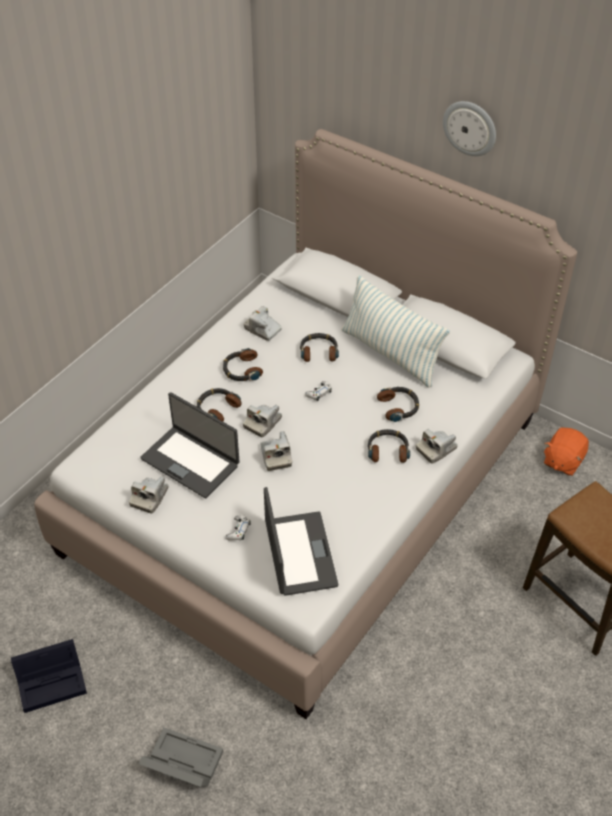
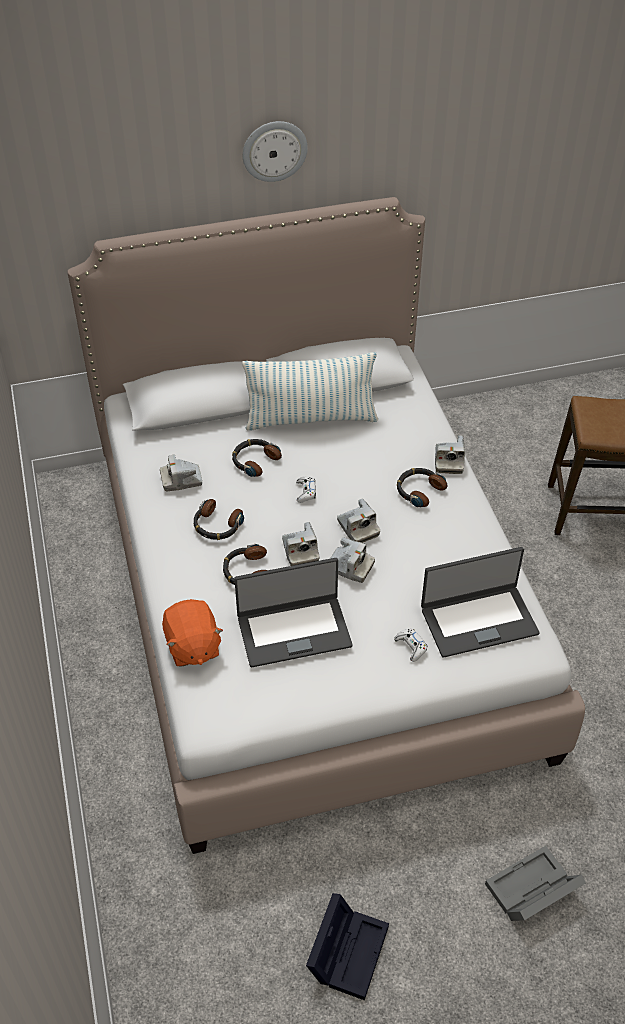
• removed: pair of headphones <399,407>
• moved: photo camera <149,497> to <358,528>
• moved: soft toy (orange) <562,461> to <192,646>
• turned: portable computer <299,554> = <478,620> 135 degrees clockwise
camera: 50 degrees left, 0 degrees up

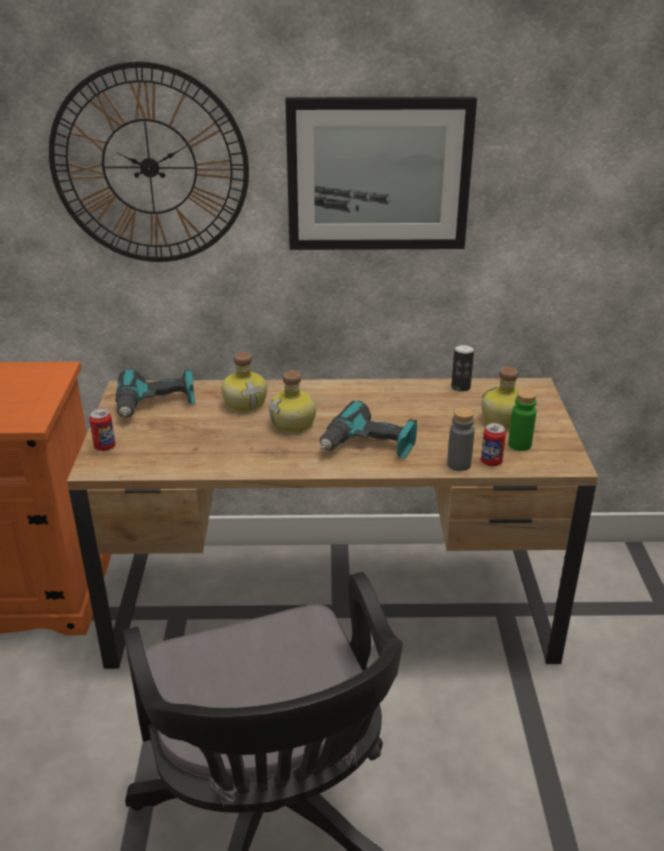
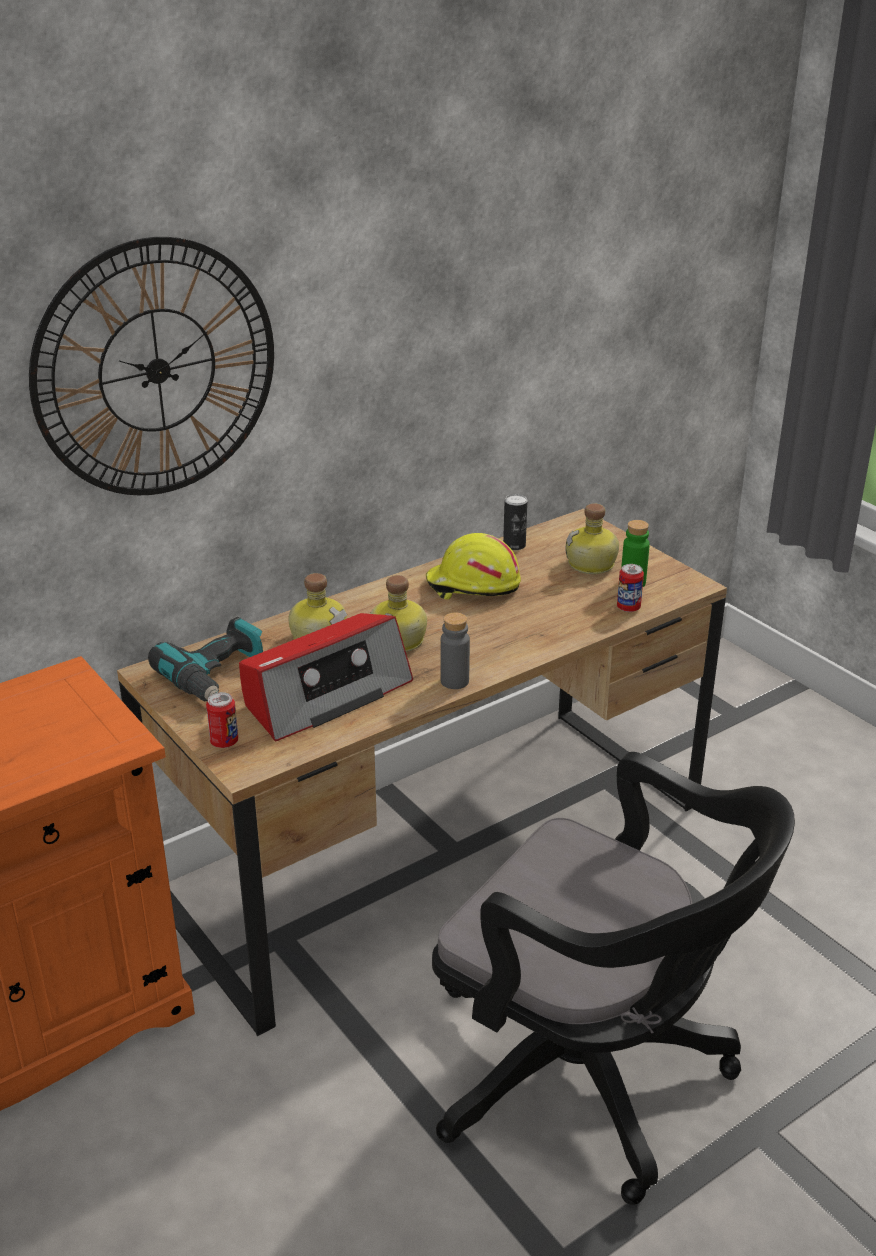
• removed: wall art <378,174>
• removed: drill <368,446>
• added: radio receiver <325,694>
• added: hard hat (yellow-coloured) <472,586>
• moved: drink bottle (greyish) <459,464> to <454,681>
camera: 35 degrees left, 0 degrees up

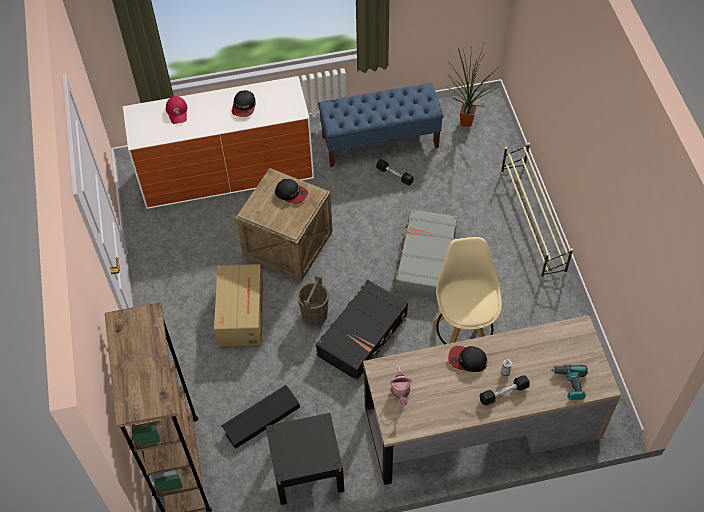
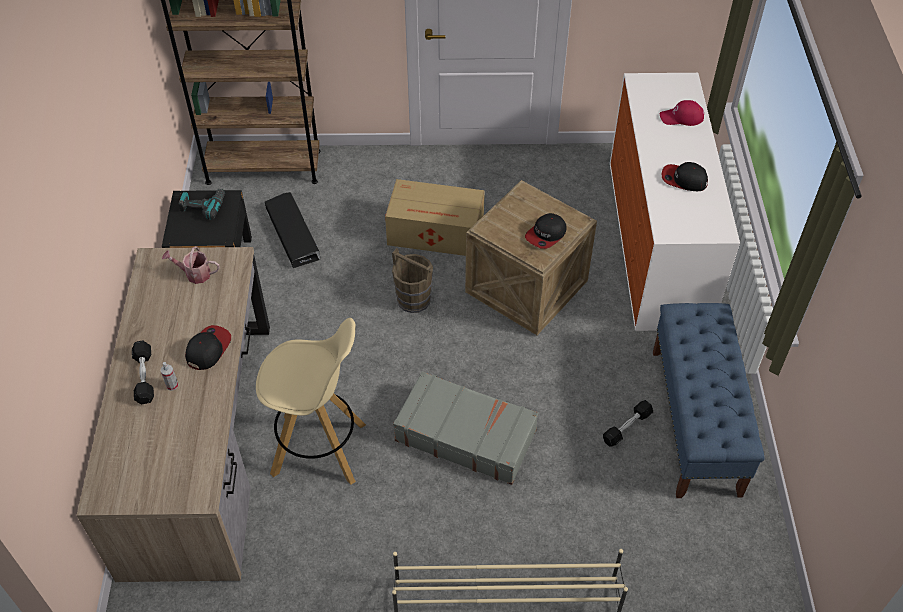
• removed: suitcase (blackish) <363,335>
• removed: potted plant <465,124>
• moved: drill <570,384> to <203,206>
camera: 100 degrees right, 5 degrees down

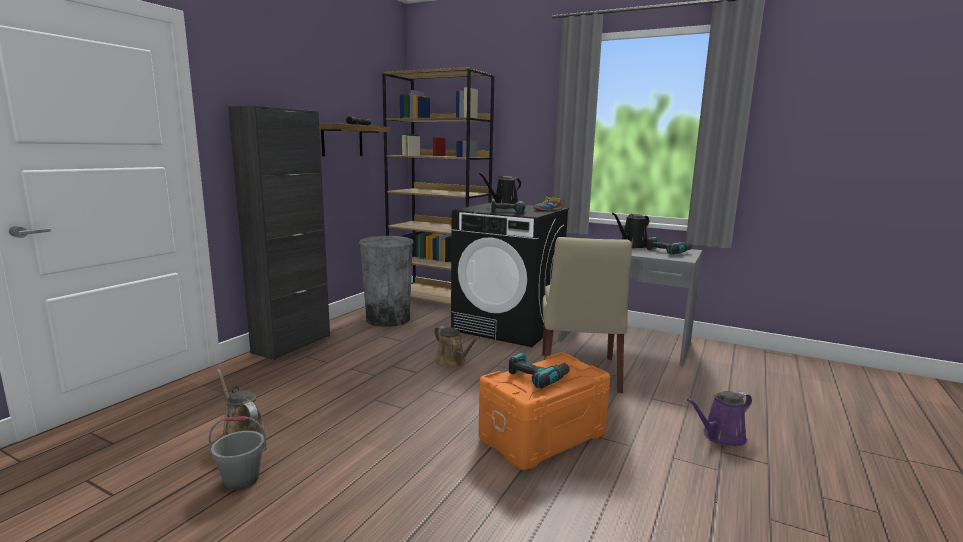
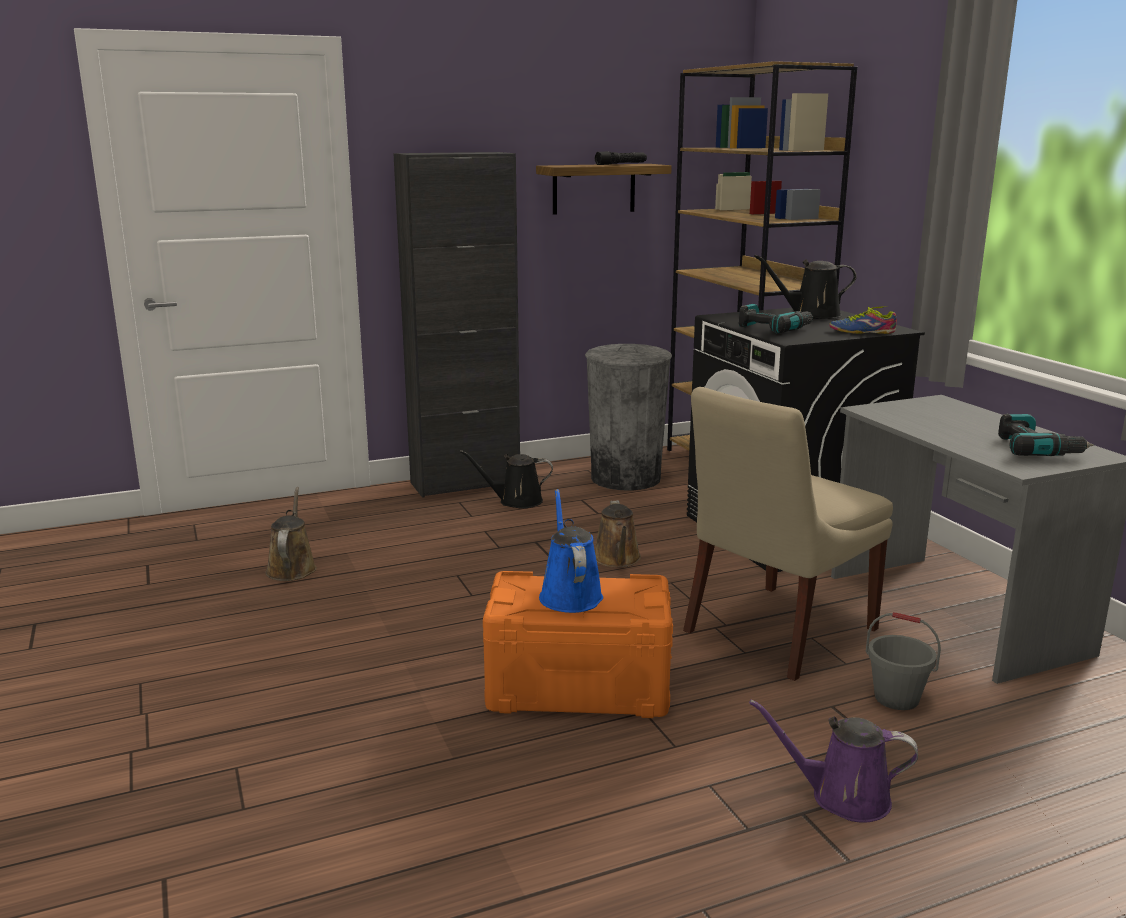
• moved: water bucket (greyish) <241,479> to <896,698>
• moved: sprinkling can (blackish) <632,246> to <516,501>
• replaced: drill <538,377> to sprinkling can (bluish) <569,595>
camera: 40 degrees right, 5 degrees up

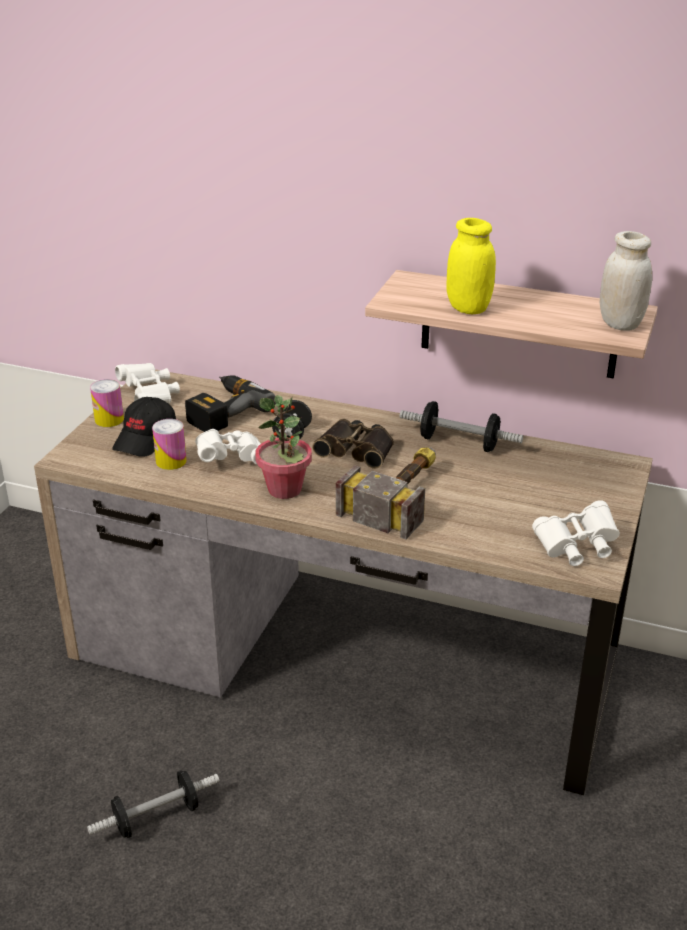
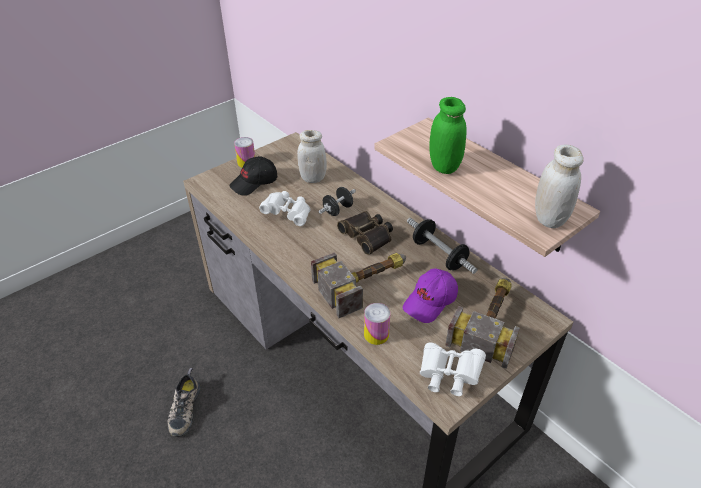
• removed: pair of binoculars (whitish) <150,396>
• removed: potted plant <285,489>
• added: cap (purple-coloured) <430,302>
• added: hand hammer <490,321>
• moved: metal can <171,461> to <376,334>
• replaced: dumbbell <156,817> to item of footwear <184,408>
• replaced: drill <223,411> to jar (whitish) <313,178>
• recoloured: jar (yellow-coloured) <468,308> to jar (green-coloured) <444,166>
camera: 30 degrees right, 10 degrees up

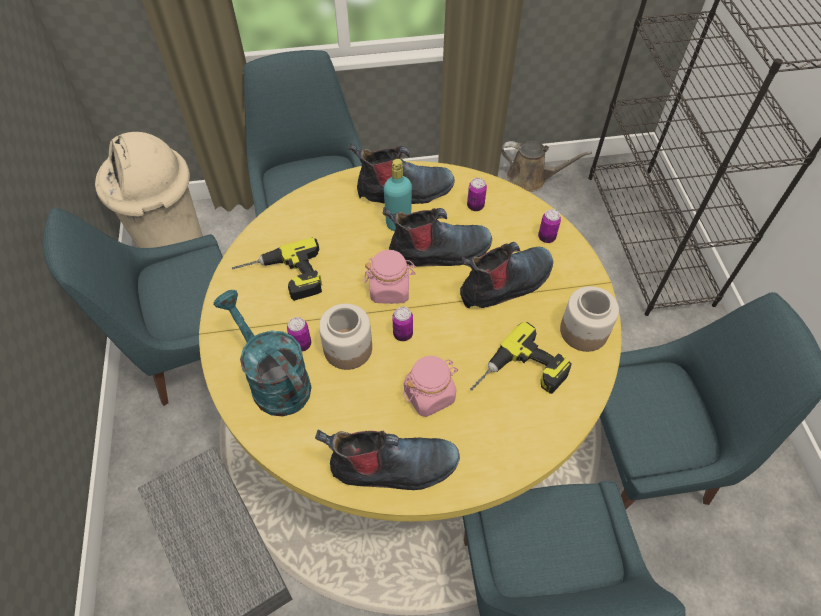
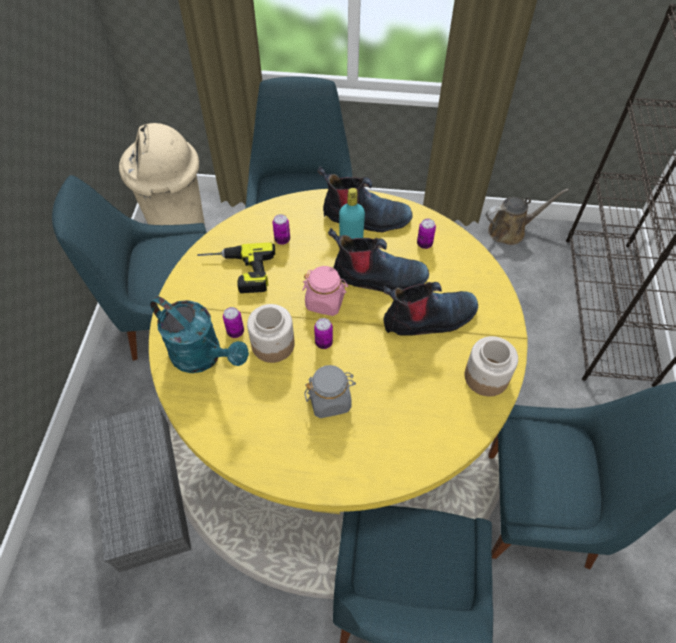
• removed: boot <392,467>
• removed: drill <520,376>
• moved: metal can <546,237> to <282,240>
• recoloured: jar (pink) <429,395> to jar (greyish) <330,400>
• turned: sprinkling can (turquoise) <274,380> = <203,356> 150 degrees clockwise
• turned: sprinkling can (brown-coloured) <531,179> = <510,230> 45 degrees counterclockwise
camera: 15 degrees right, 0 degrees up

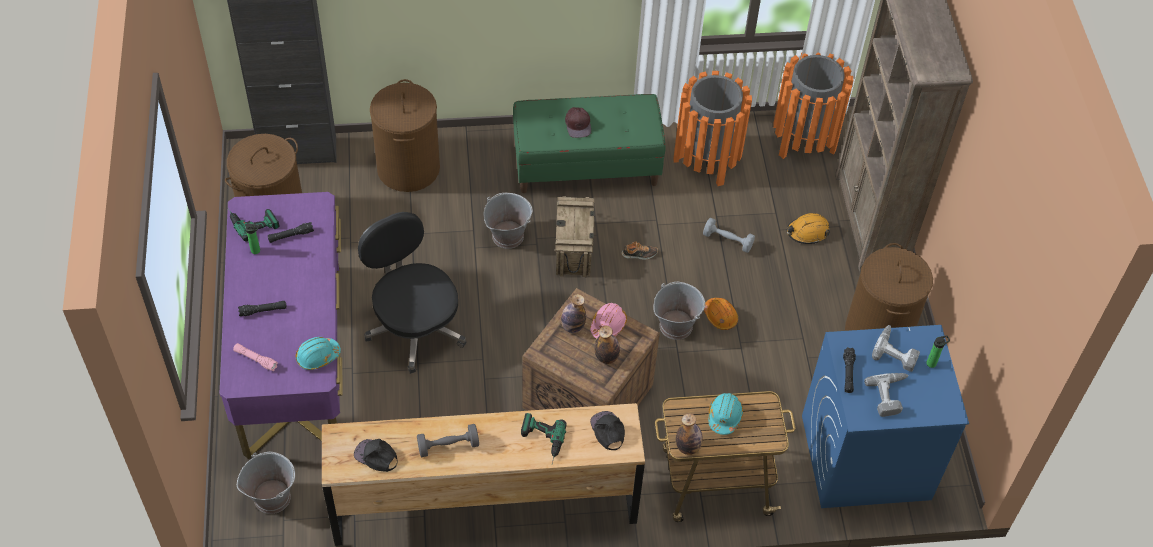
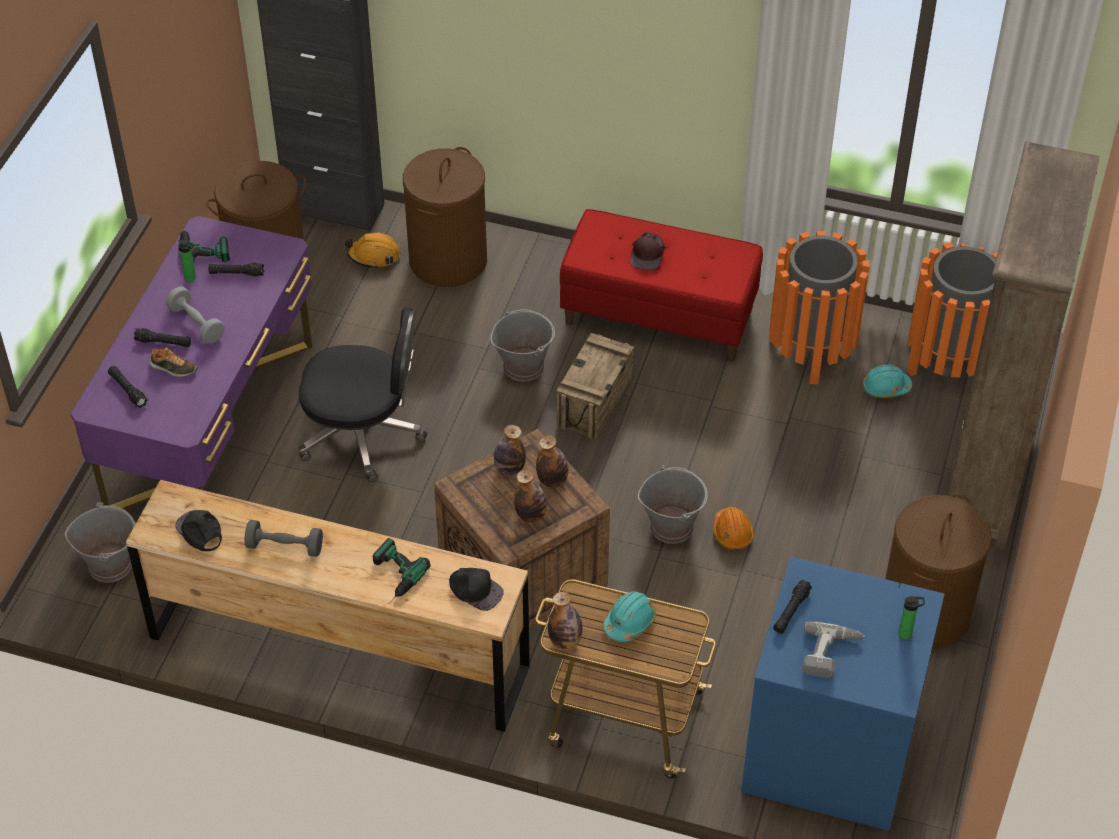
• removed: drill <896,351>
• moved: hard hat (turquoise) <317,356> to <885,387>
• moved: item of footwear <639,254> to <173,368>
• moved: dumbbell (greyish) <727,241> to <196,323>
• moved: hard hat (orange) <807,232> to <374,255>
• replaced: hard hat (pink) <608,325> to drink bottle <552,480>
• recoloured: hand torch (pink) <255,359> to hand torch (blackish) <127,390>
• recoloured: indoor bench (green-coloured) <586,166> to indoor bench (red) <659,316>
• turned: computer chair (blackish) <415,327> = <363,434> 105 degrees clockwise
• turned: cap (blackish) <607,431> = <475,590> 120 degrees clockwise
camera: 25 degrees right, 5 degrees down

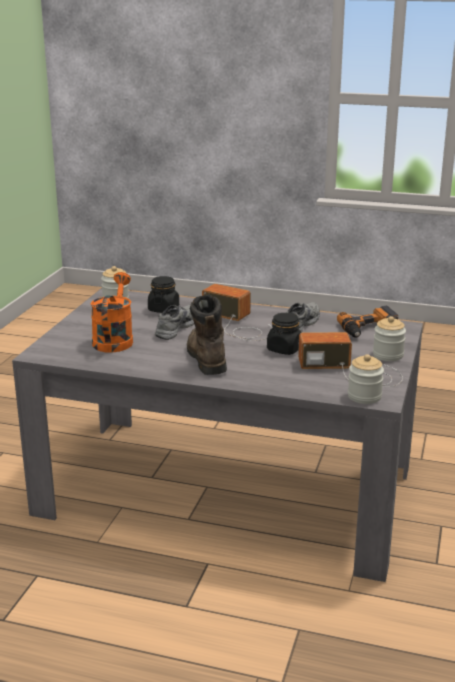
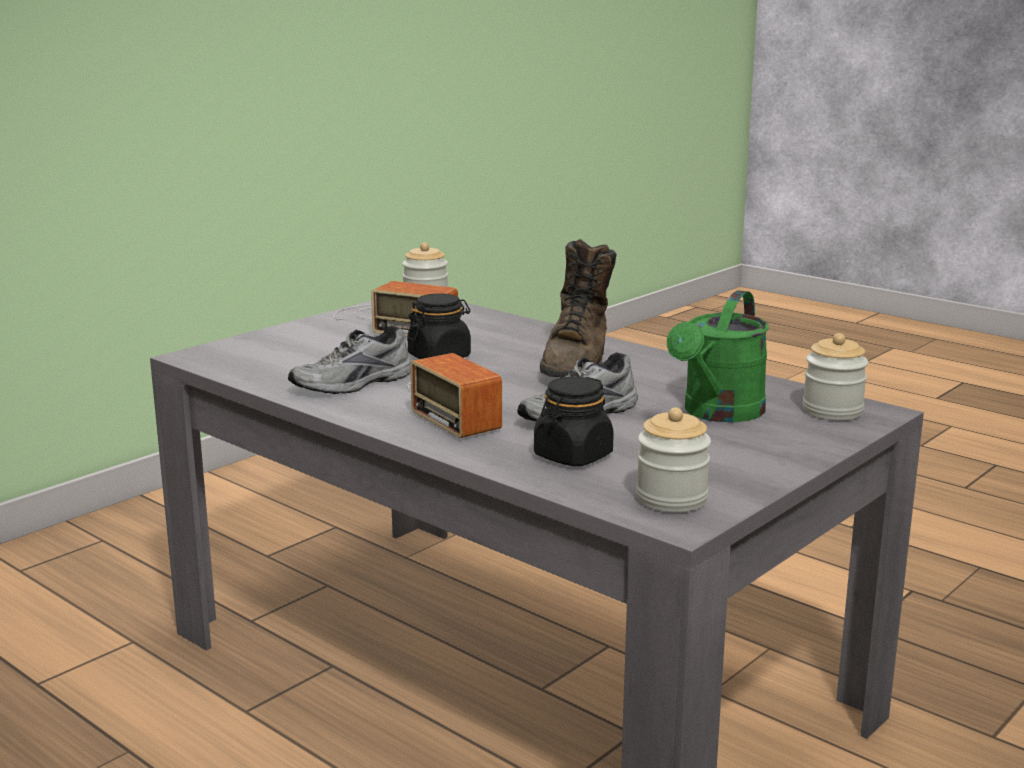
• removed: drill <369,329>
• moved: jar <388,355> to <832,411>
• recoloured: sprinkling can (orange) <114,339> to sprinkling can (green-coloured) <718,413>
camera: 155 degrees left, 5 degrees down

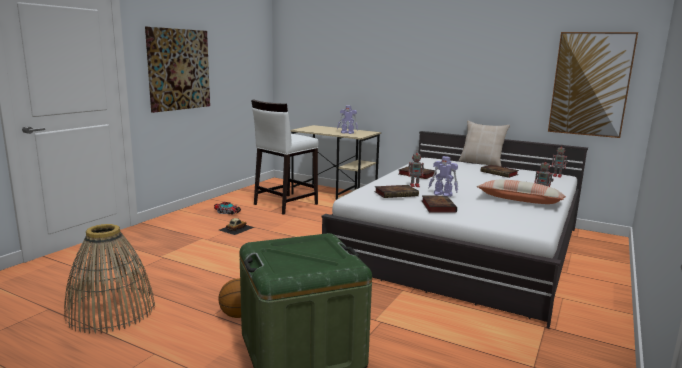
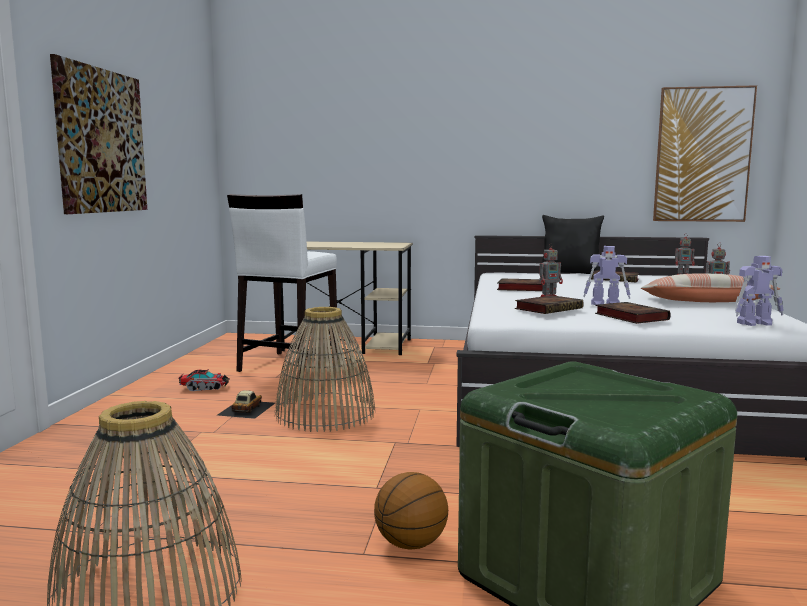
• added: storage basket <325,414>
• moved: toy robot <347,133> to <756,323>
• recoloured: pillow (beige-coloured) <481,163> to pillow (blackish) <570,272>
camera: 20 degrees left, 5 degrees down

